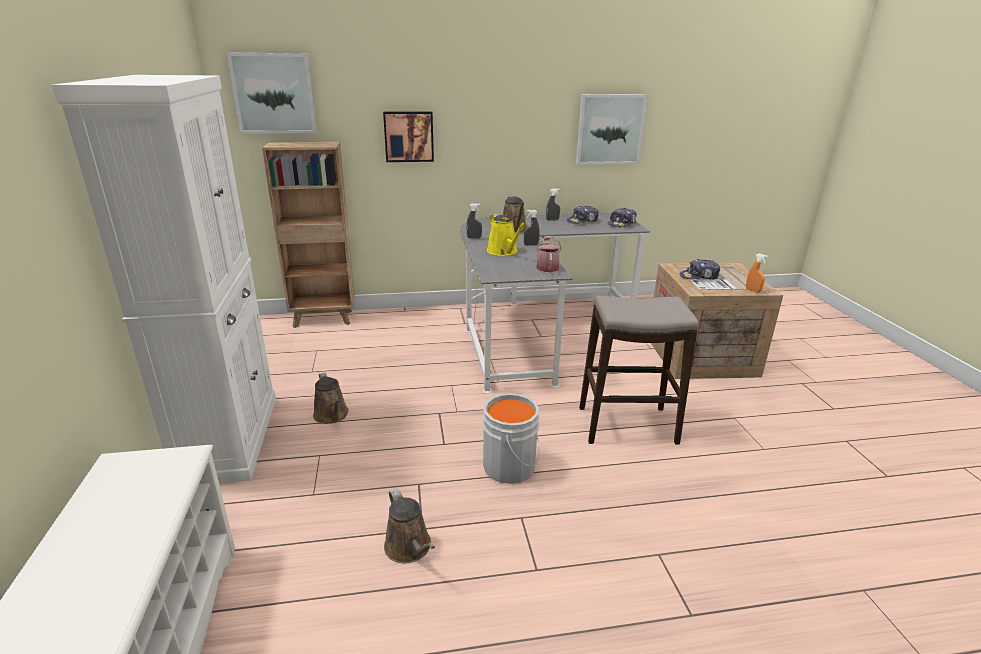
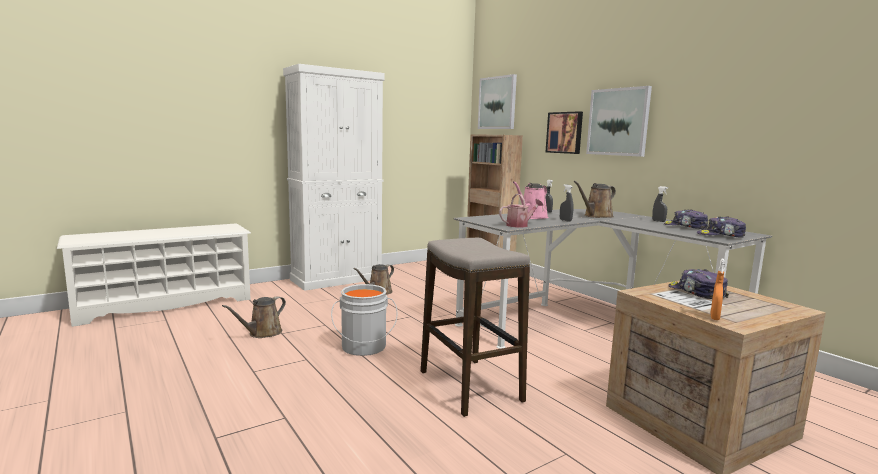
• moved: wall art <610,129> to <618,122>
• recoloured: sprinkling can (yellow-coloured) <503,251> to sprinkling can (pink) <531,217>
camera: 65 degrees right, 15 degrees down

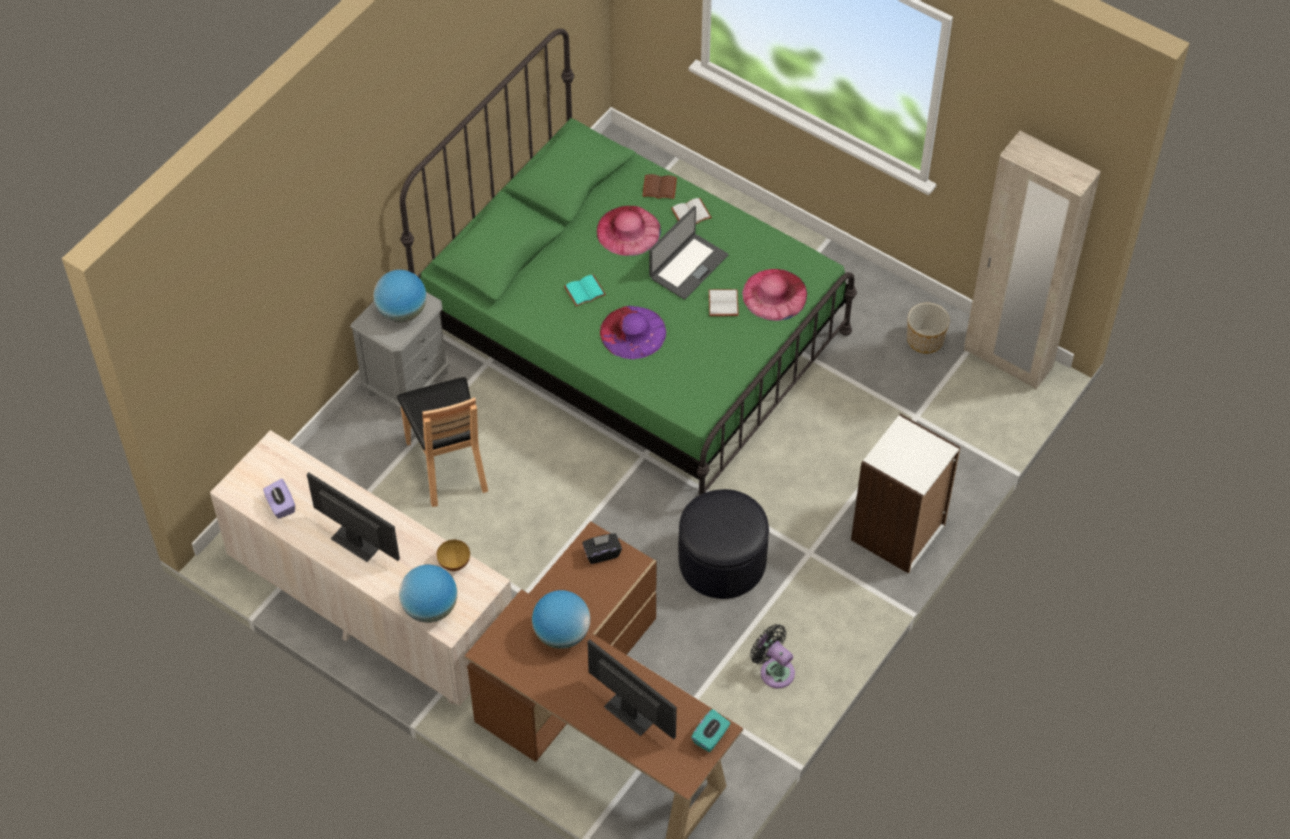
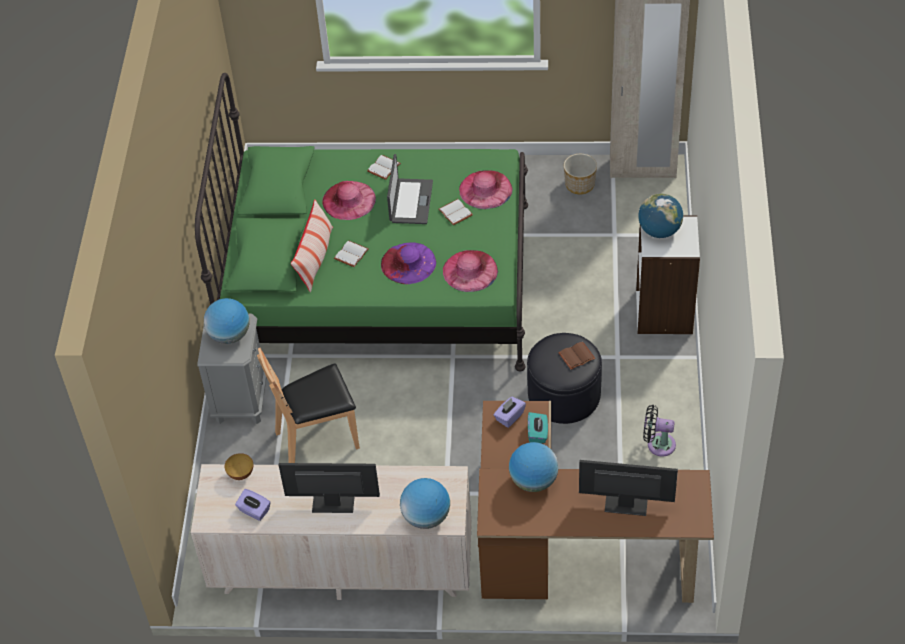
• added: pillow <315,258>
• added: hat (pink) <470,270>
• added: desk globe <659,231>
• moved: serving bowl <454,563> to <241,474>
• moved: book (brown-coloured) <659,188> to <576,357>
• moved: tissue box (turquoise) <710,737> to <537,433>
• recoloured: book (turquoise) <585,290> to book (whitish) <351,254>
• recoloured: tissue box (blackish) <602,553> to tissue box (purple-coloured) <509,417>
• turned: chair (brown-coloured) <448,465> = <318,438> 120 degrees clockwise
camera: 30 degrees left, 5 degrees down

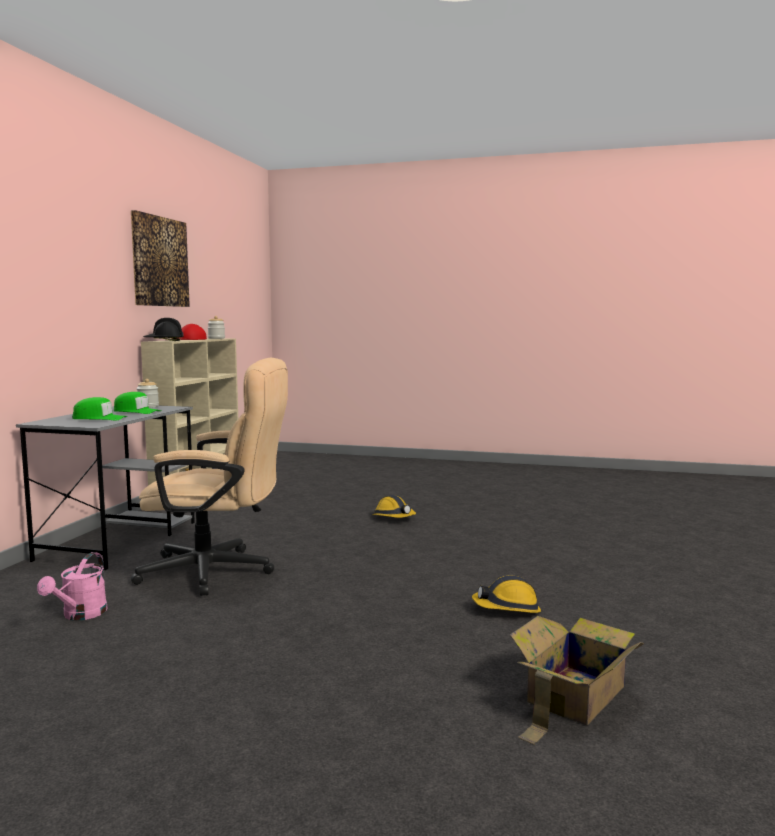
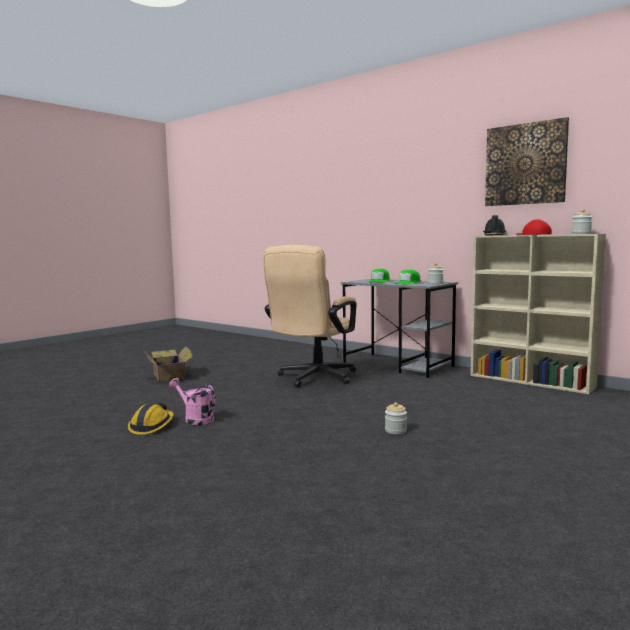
• moved: sprinkling can (pink) <80,615> to <195,419>
• moved: cardboard box <573,696> to <169,376>
• replaced: hard hat <394,518> to jar <395,430>
camera: 115 degrees right, 0 degrees up

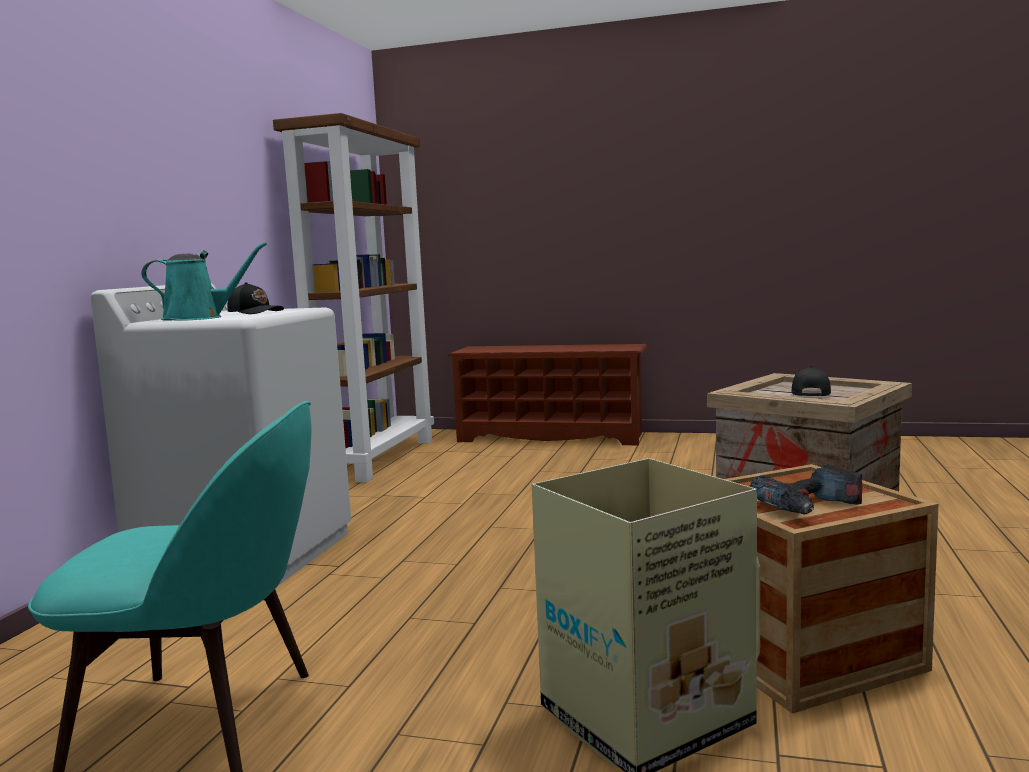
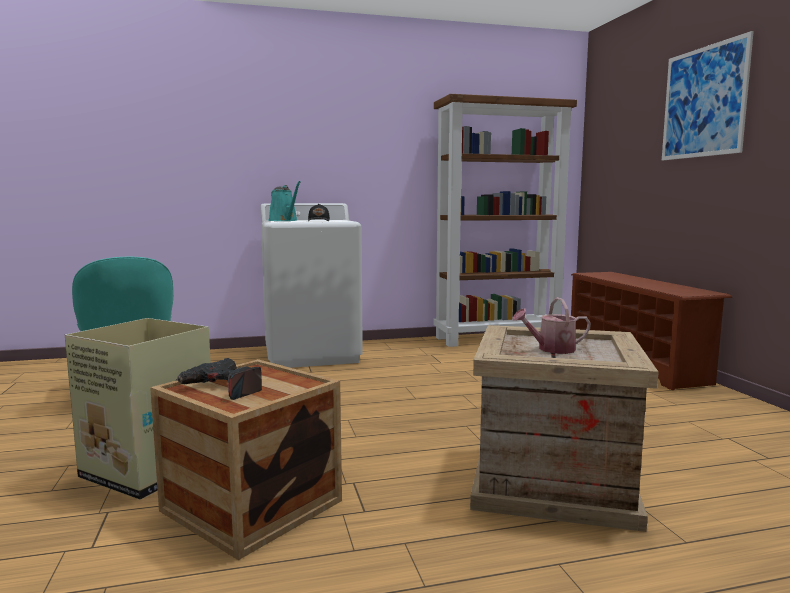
• added: wall art <703,102>
• replaced: cap (blackish) <809,393> to sprinkling can <551,349>
camera: 60 degrees right, 0 degrees up

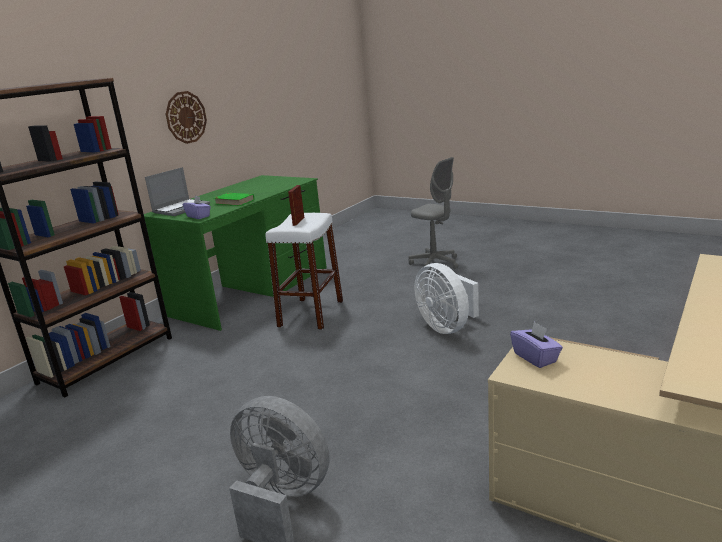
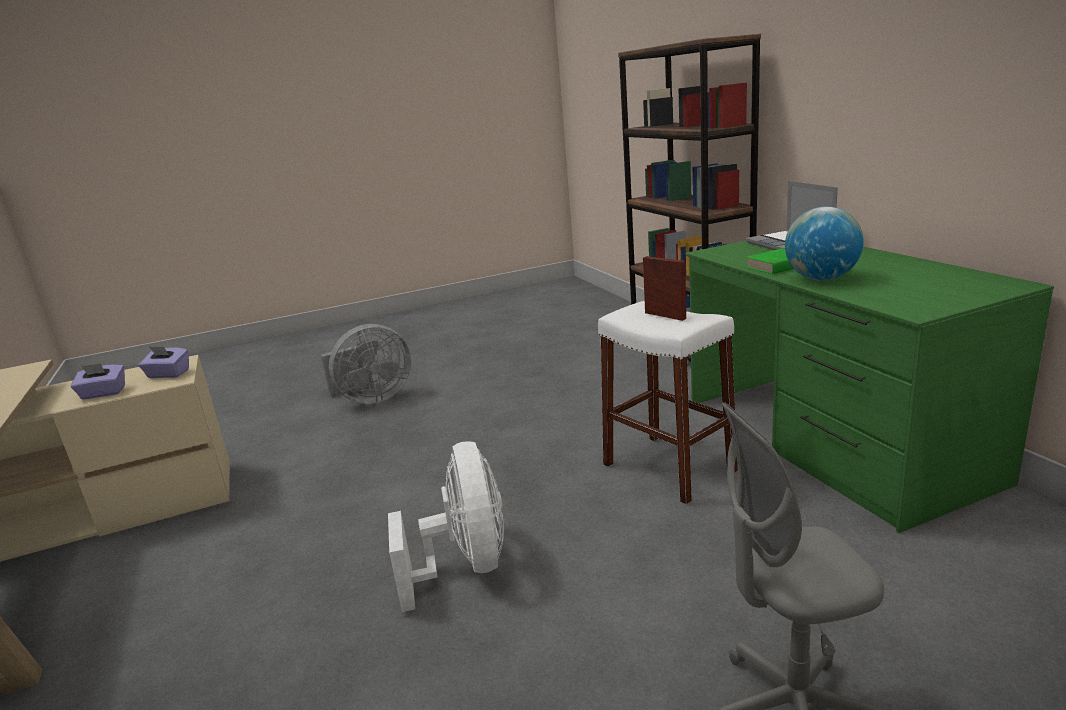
• removed: hanging clock <186,117>
• added: desk globe <821,279>
• moved: tissue box (purple-coloured) <198,216> to <103,393>
• turned: fan (whitish) <447,327> = <466,565> 75 degrees clockwise
camera: 125 degrees right, 0 degrees up

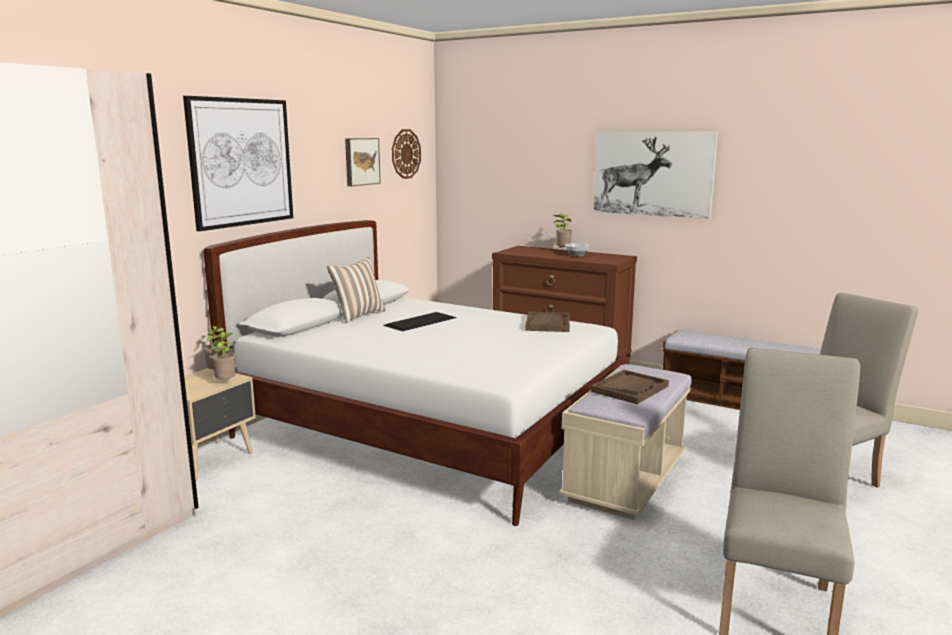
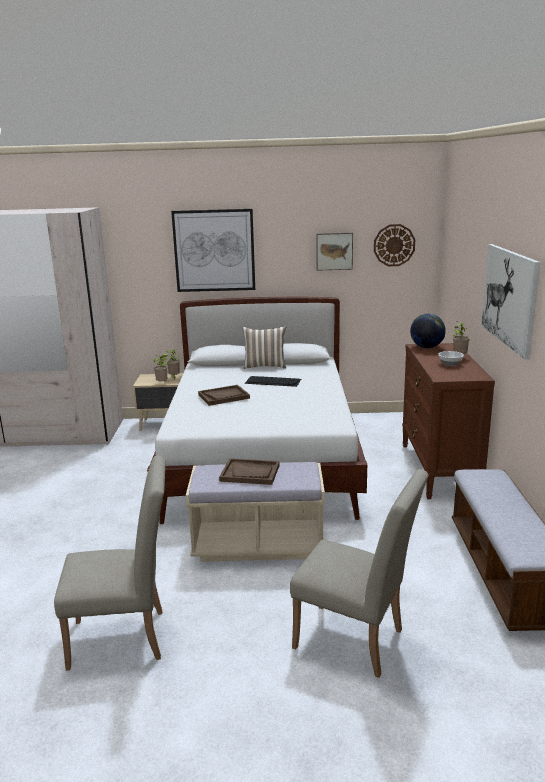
• added: desk globe <426,347>
• moved: serving tray (brown-coloured) <547,324> to <224,396>
camera: 60 degrees right, 5 degrees up

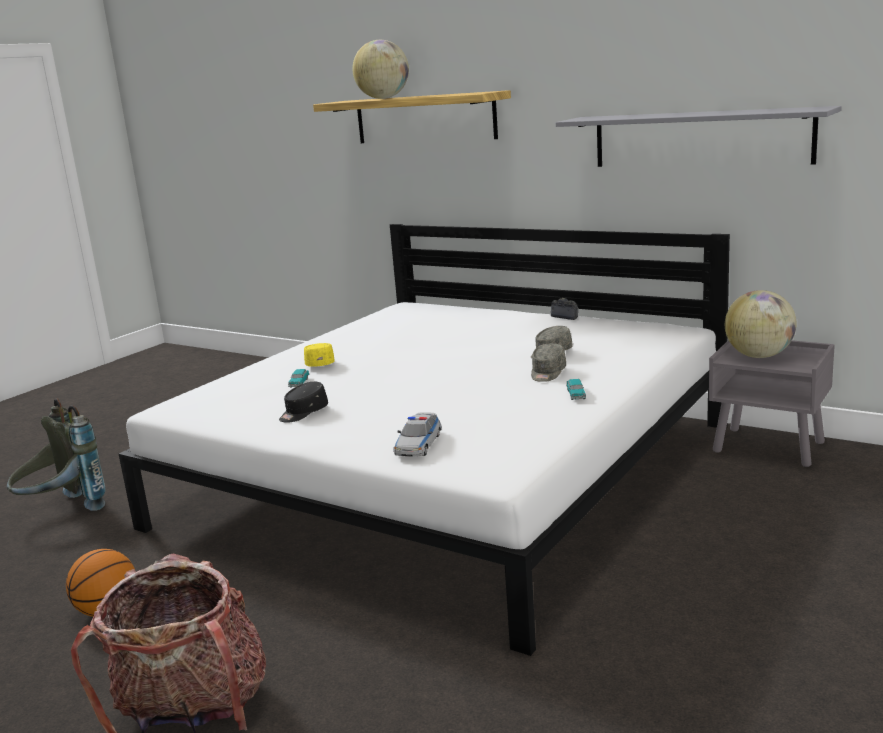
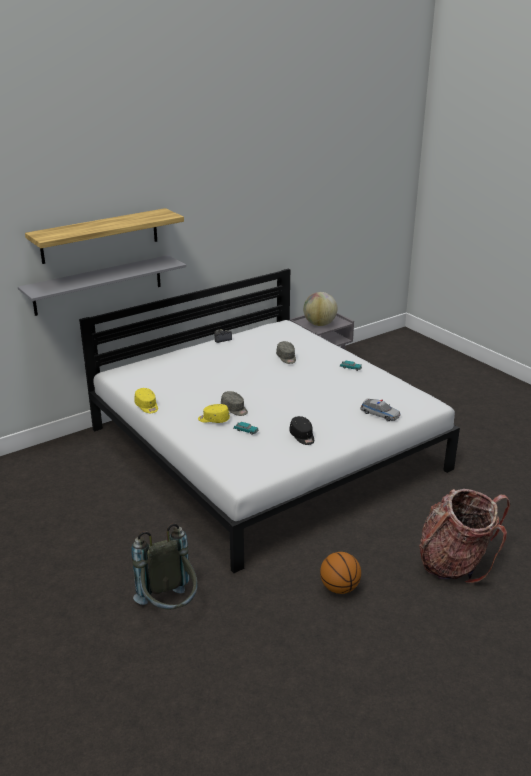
• removed: desk globe <383,98>
• added: cap (yellow-coloured) <147,406>
• moved: cap (greyish) <547,373> to <234,409>
• moved: wall shelf (greyish) <700,138> to <98,285>
camera: 70 degrees left, 10 degrees up

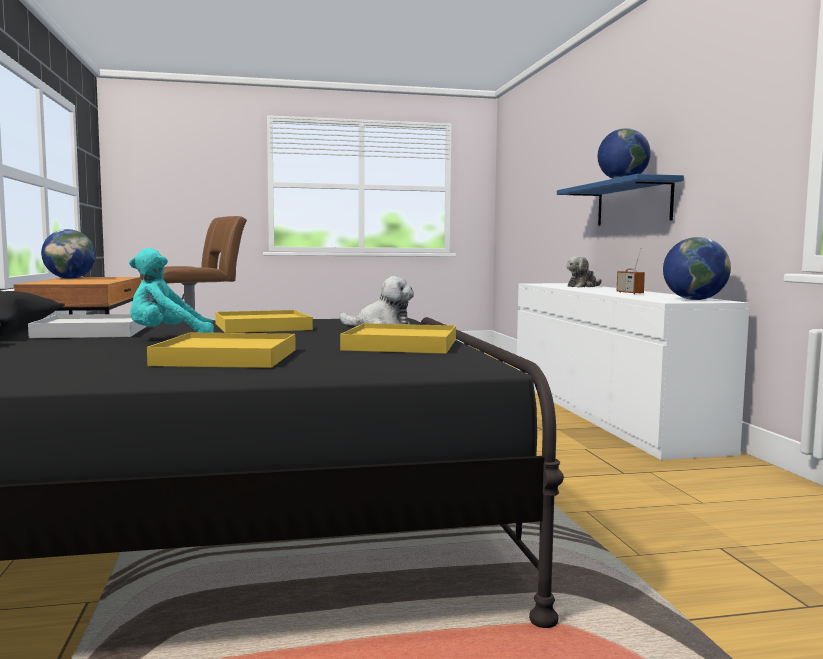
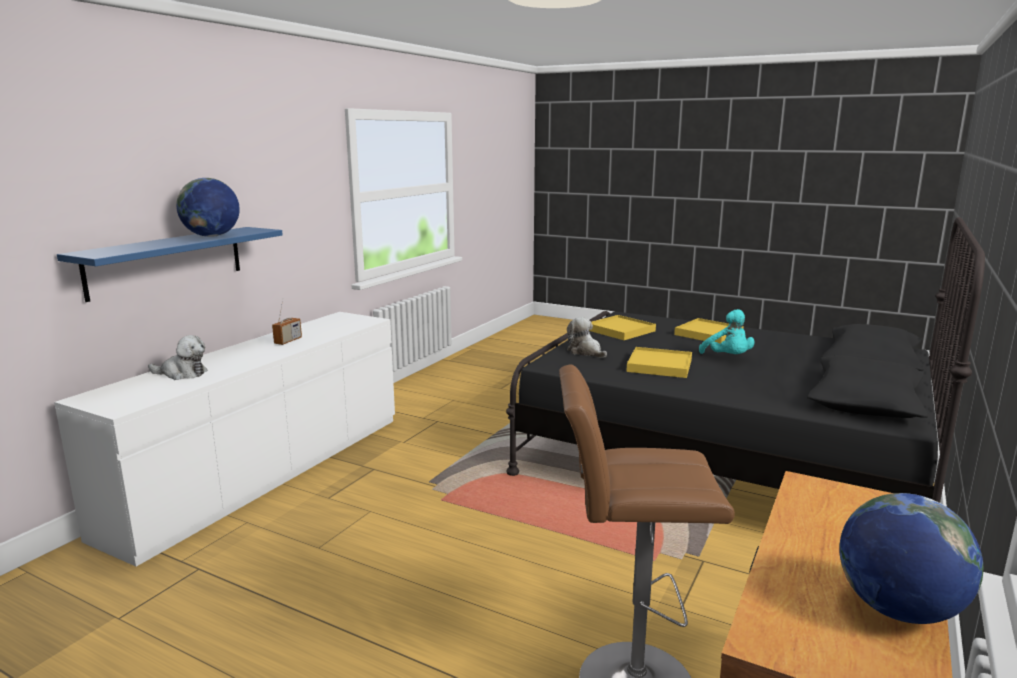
• removed: serving tray (whitish) <91,332>
• removed: desk globe <694,300>
• turned: soft toy (turquoise) <168,339> = <728,358> 45 degrees clockwise
camera: 140 degrees left, 10 degrees up

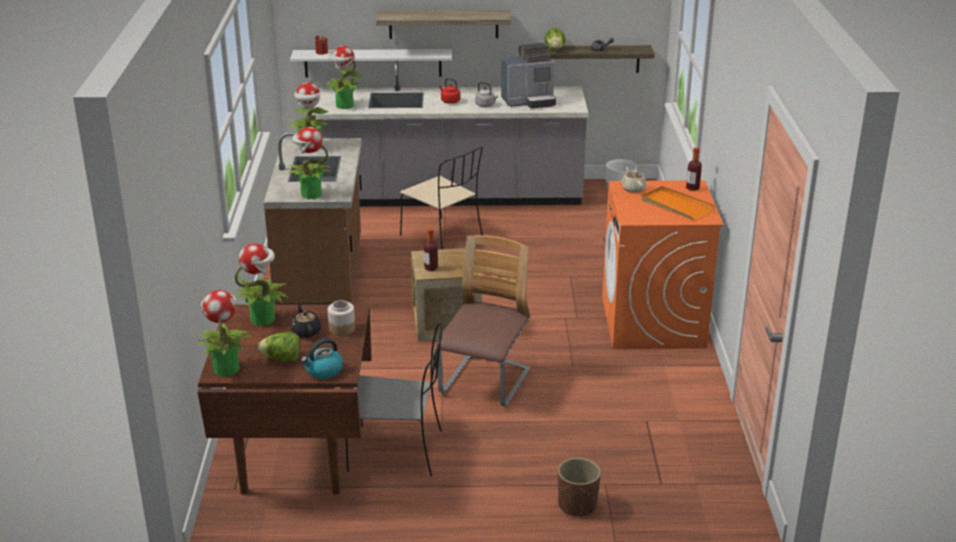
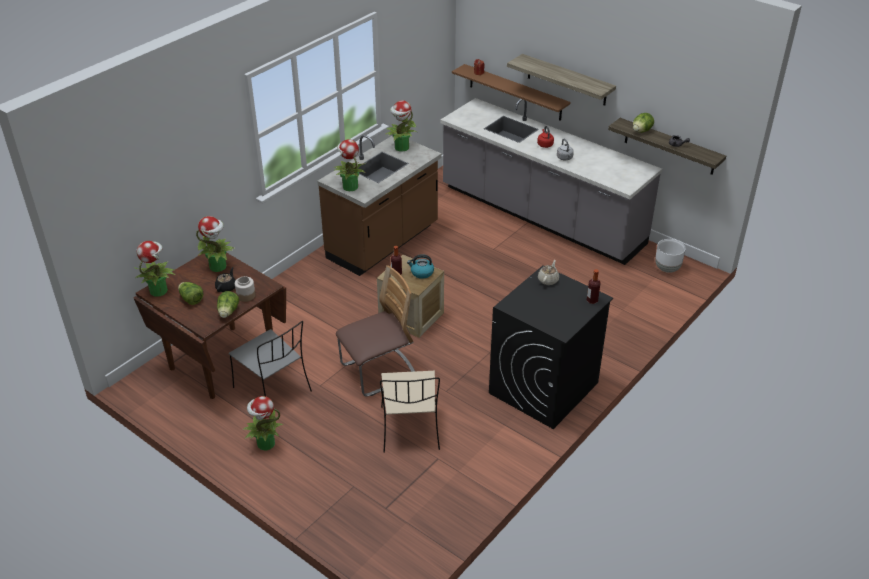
• removed: coffee brewer <529,101>
• removed: flower pot (brown-coloured) <577,505>
• removed: serving tray (orange) <677,206>
• added: head of lettuce <228,312>
• moved: tea kettle <323,371> to <421,273>
• moved: potted plant <344,106> to <265,444>
• moved: chair (beige-coloured) <443,237> to <410,429>
• recoloured: wall shelf (whitish) <373,63> to wall shelf (brown-coloured) <515,92>
• recoloured: washing machine (orange) <653,323> to washing machine (blackish) <543,388>
camera: 40 degrees right, 10 degrees up

